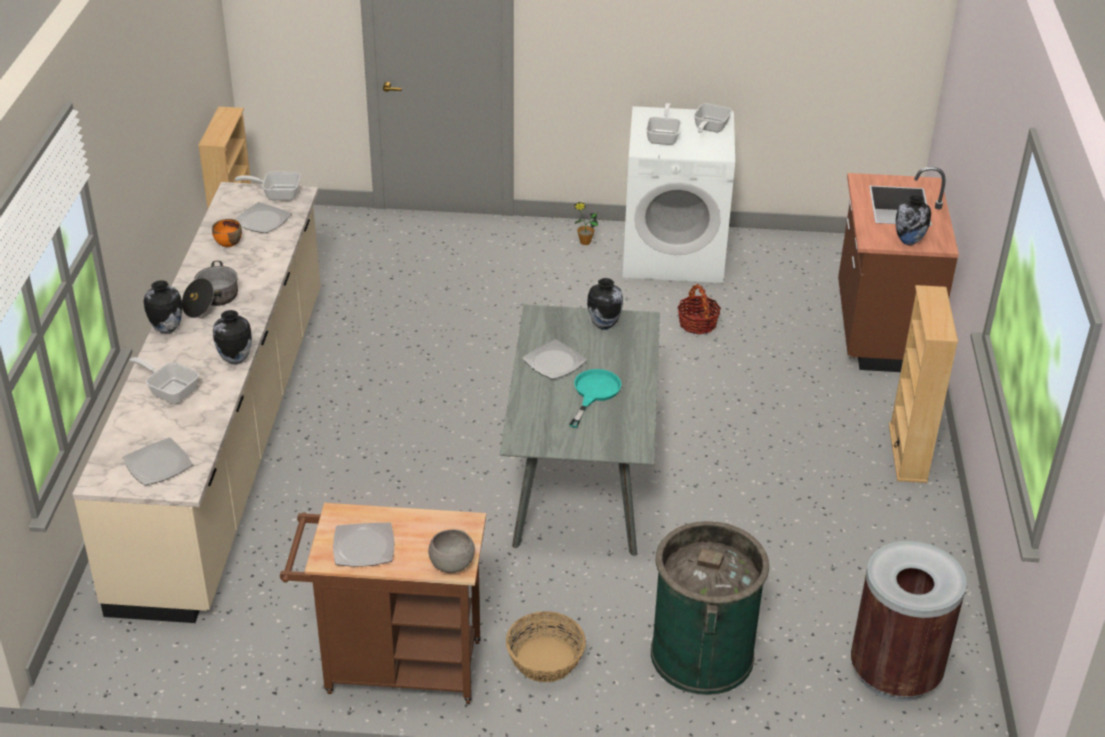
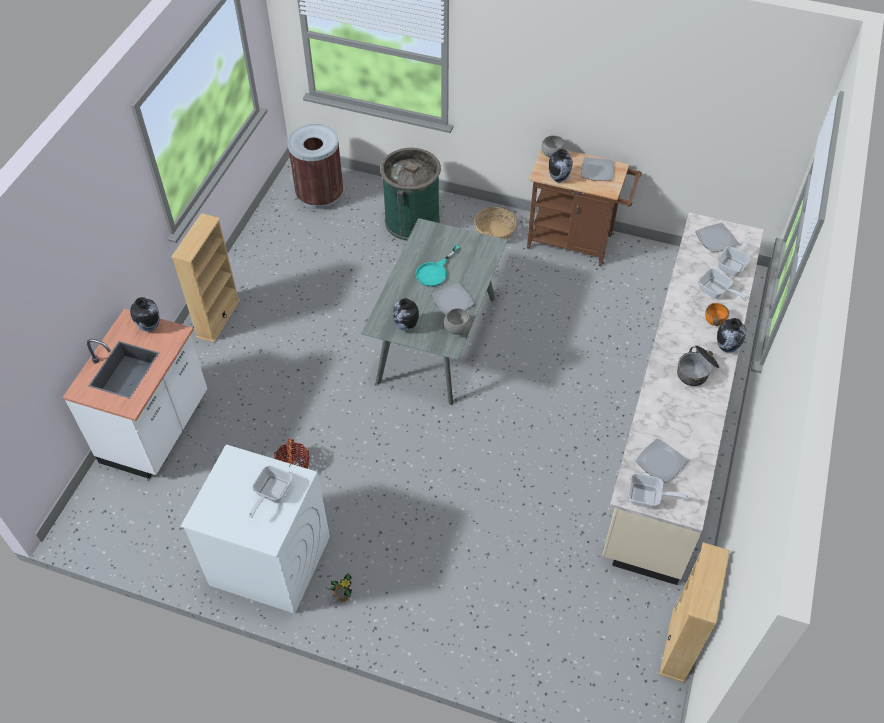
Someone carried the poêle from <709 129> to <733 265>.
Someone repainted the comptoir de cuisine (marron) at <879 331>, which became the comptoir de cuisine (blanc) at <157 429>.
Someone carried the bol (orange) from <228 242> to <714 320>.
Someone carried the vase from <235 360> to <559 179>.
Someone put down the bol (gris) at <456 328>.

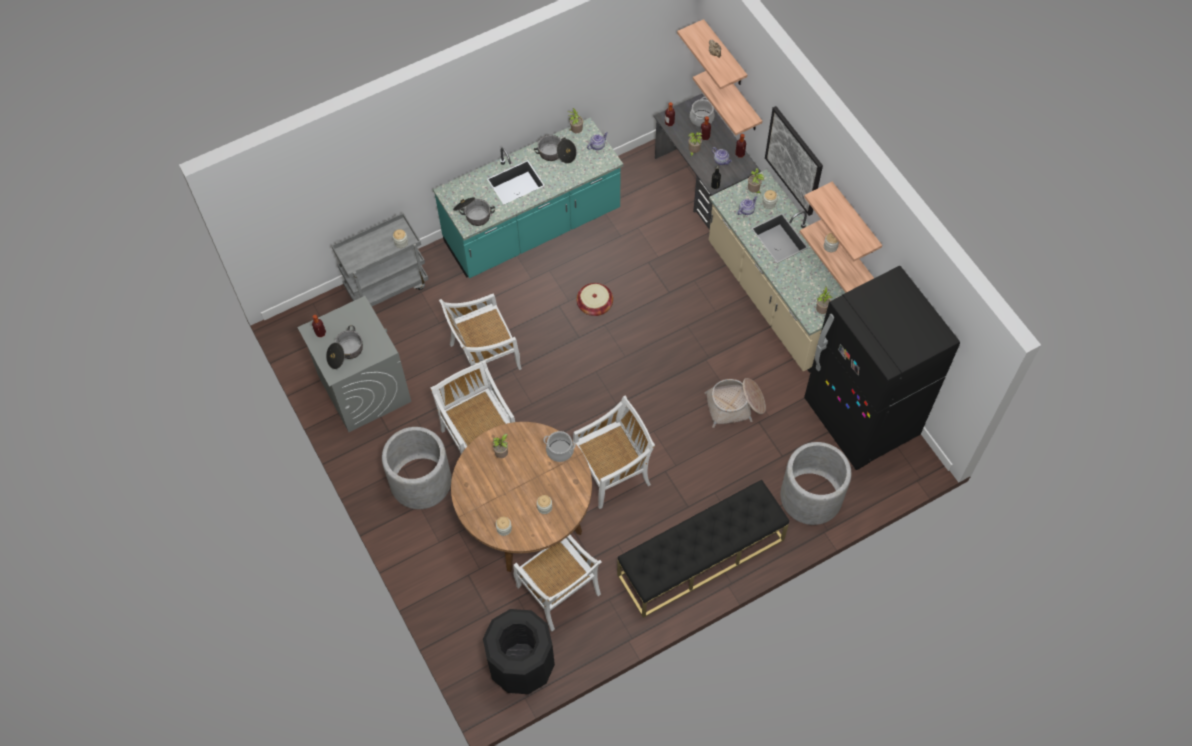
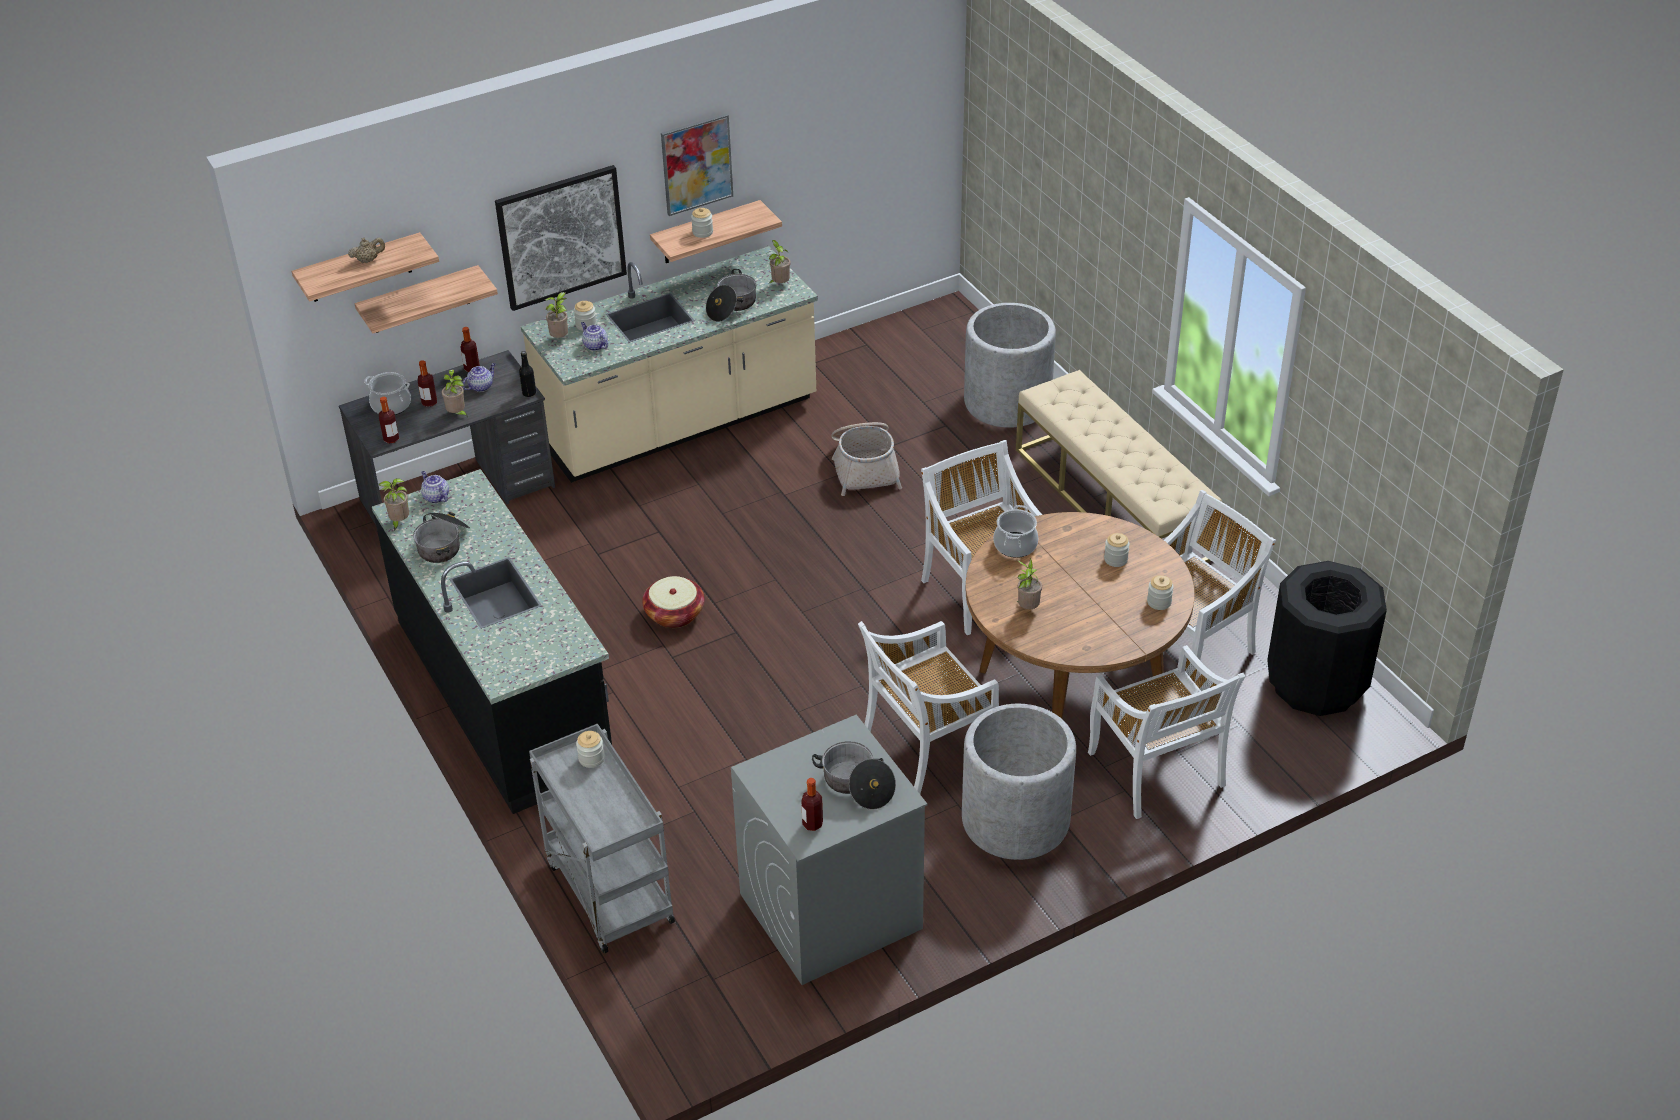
Someone repainted the comptoir de cuisine (turquoise) at <532 227>, which became the comptoir de cuisine (noir) at <505 693>.
Someone swapped the étagère at <855 220> for the tableau at <696 164>.
Someone carried the marmite from <473 214> to <732 306>.
Someone took away the réfrigérateur (noir) at <860 418>.
Someone carried the chaise (blanc) from <484 357> to <1157 771>.
Someone repainted the banc (noir) at <700 557>, which became the banc (beige) at <1112 503>.

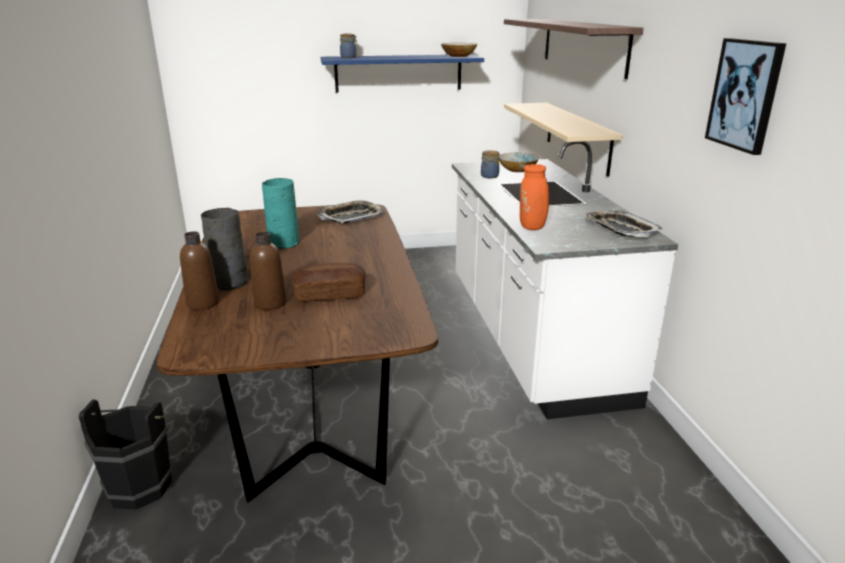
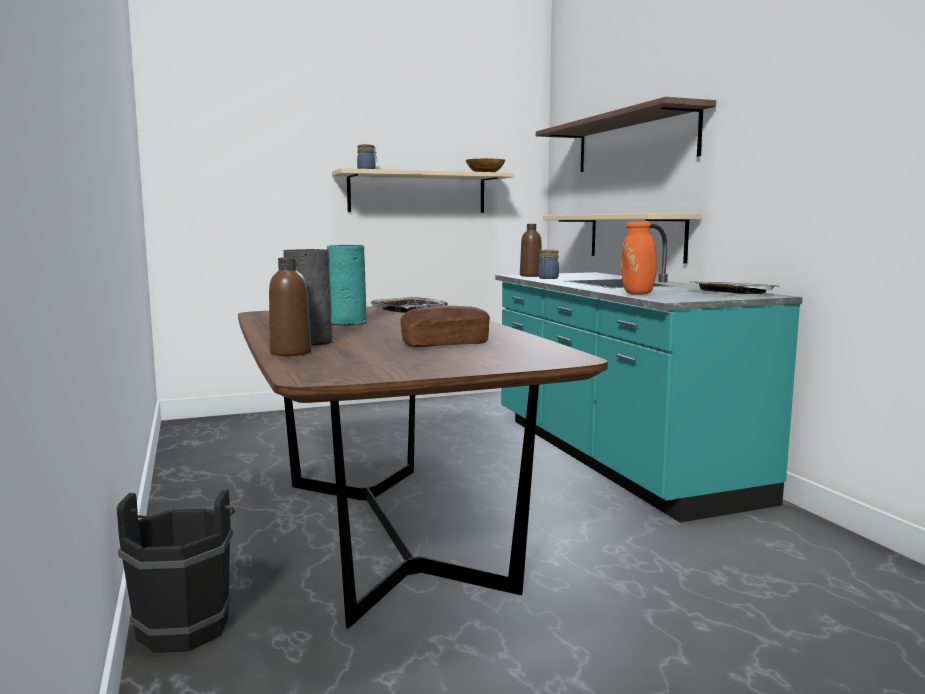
Someone took away the tableau at <745 95>.
Someone repainted the étagère (bleu) at <398 73>, which became the étagère (beige) at <417 193>.
Someone repainted the comptoir de cuisine (blanc) at <531 336>, which became the comptoir de cuisine (turquoise) at <615 457>.
Someone took away the bol at <518 170>.
Someone carried the bouteille (marron) from <270 303> to <530 276>.

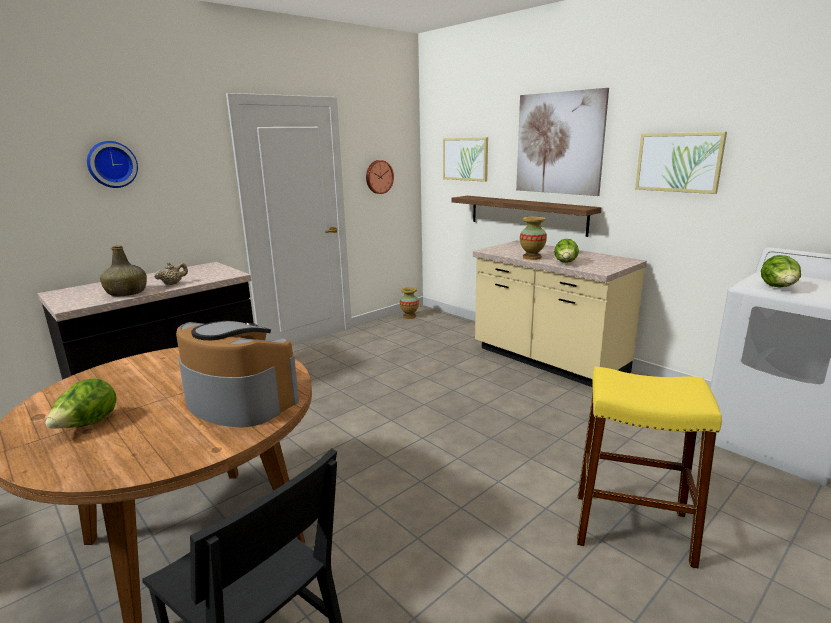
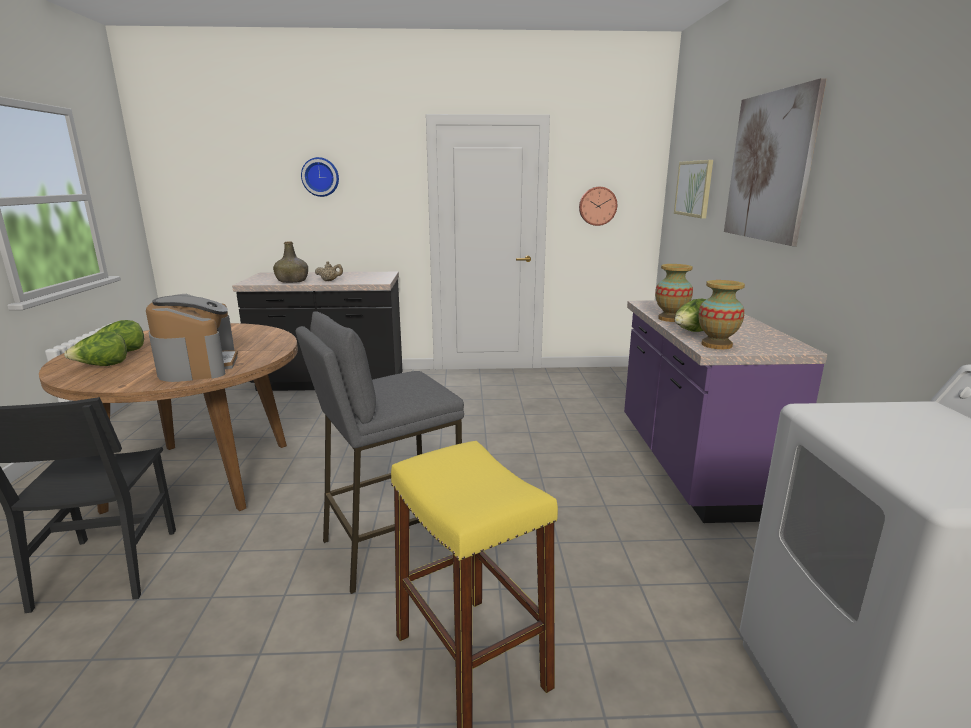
Someone took away the tableau at <678 162>.
Someone took away the étagère at <526 214>.
Someone repainted the comptoir de cuisine (beige) at <547 361>, which became the comptoir de cuisine (violet) at <690 466>.
Someone carried the laitue from <778 288> to <102 366>.
Someone carried the vase from <409 316> to <716 345>.
Someone put down the tabouret (gris) at <390 546>.

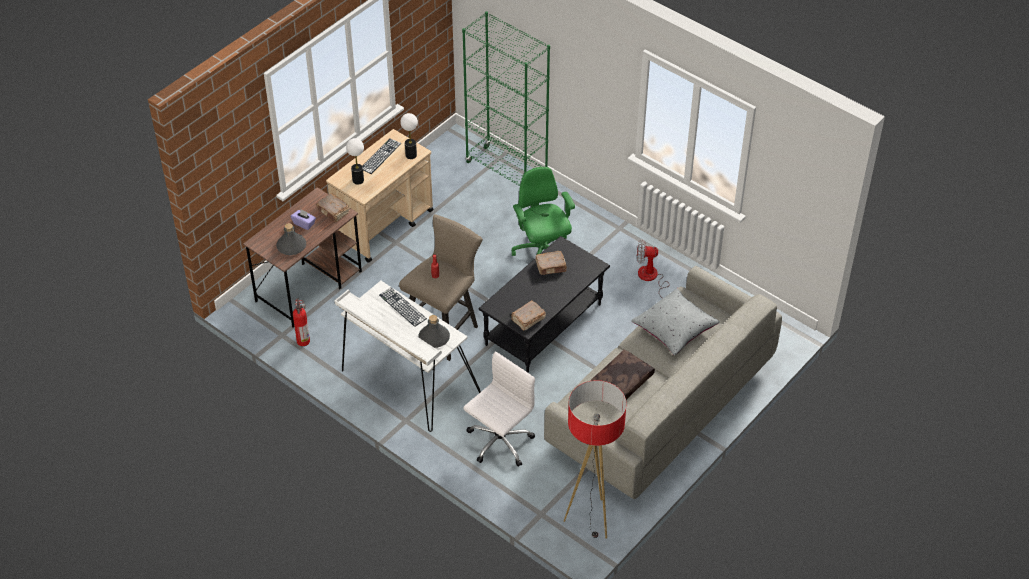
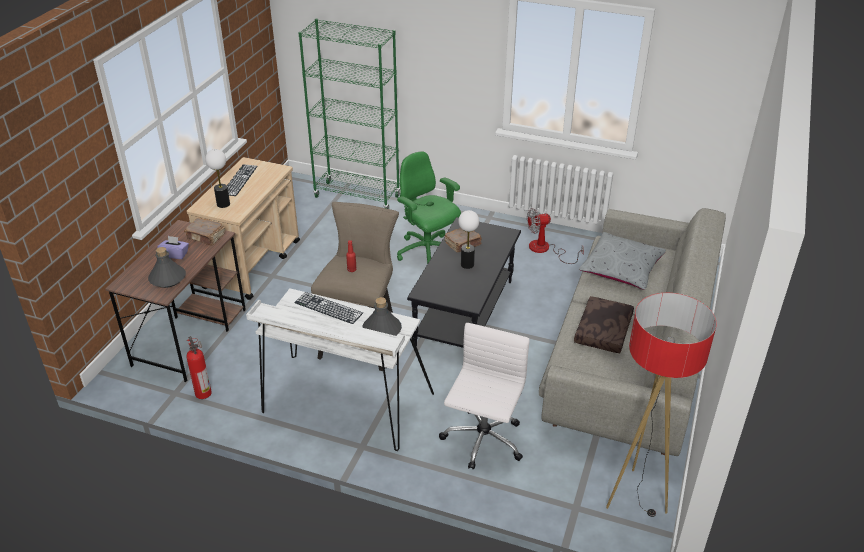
Someone carried the lampe de table from <411 155> to <467 264>.
Someone took away the livre (marron) at <527 319>.

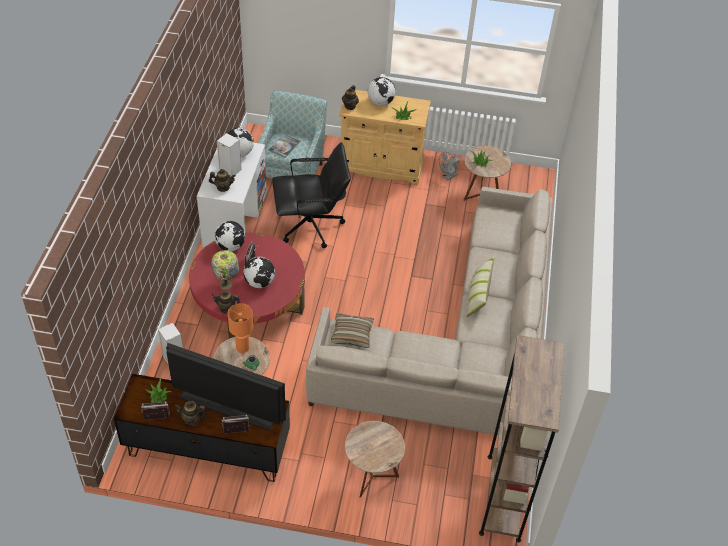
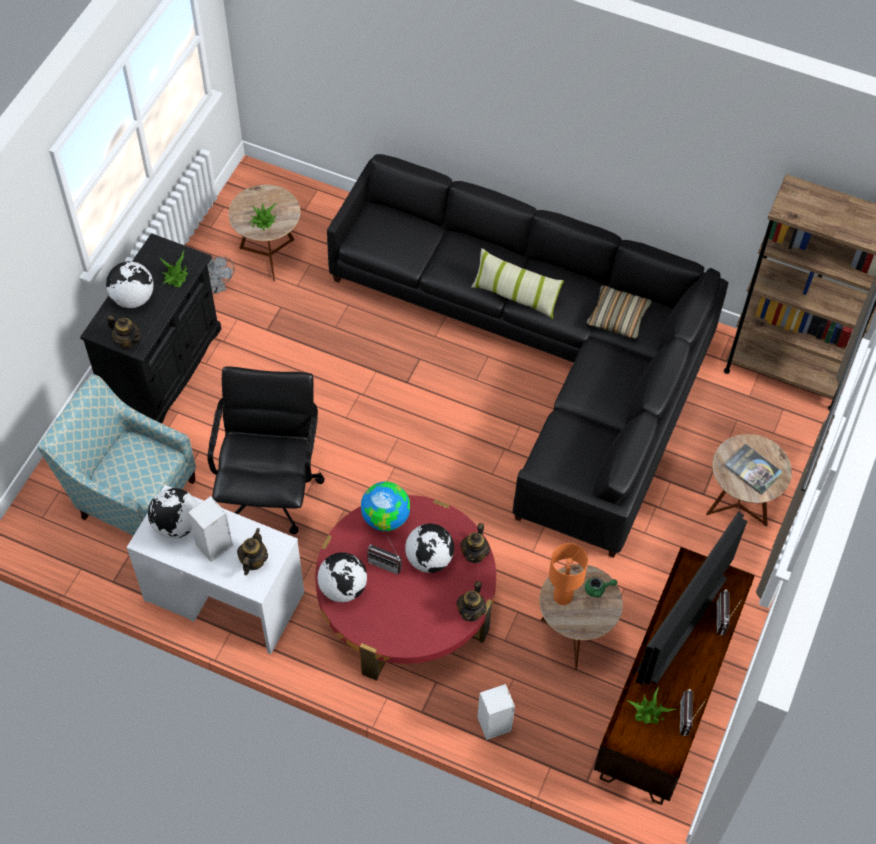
Someone repainted the meuble de rangement (beige) at <381 165>, which became the meuble de rangement (noir) at <163 367>.
Someone carried the livre from <284 146> to <753 469>.
Someone repainted the canapé (beige) at <461 344>, which became the canapé (noir) at <543 355>.
Someone took away the lampe de table at <226 284>.
Someone carried the coussin from <352 334> to <618 317>.
Someone carried the théière from <192 419> to <475 554>.
Someone put down the globe at <385 517>.

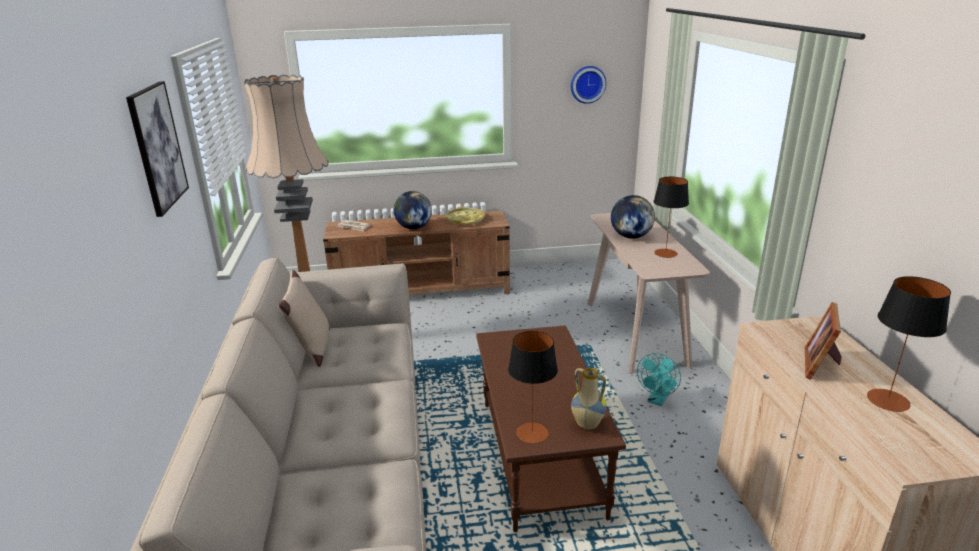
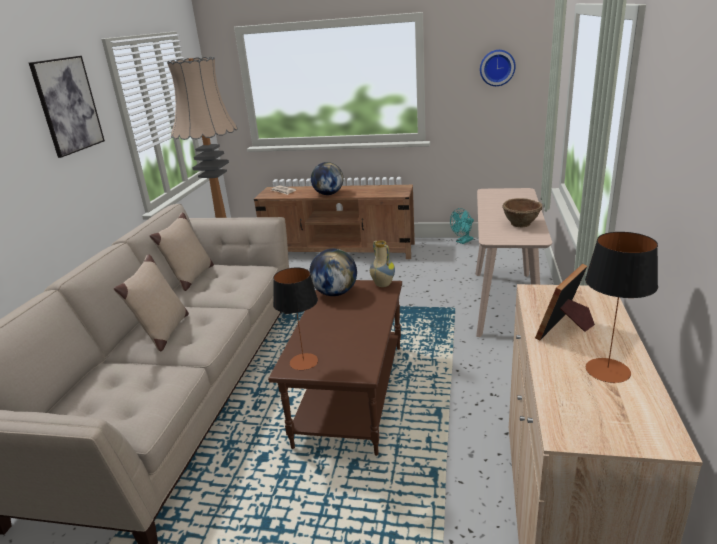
Someone swapped the lampe de table at <665 253> for the bol (marron) at <521 224>.
Someone carried the globe from <630 236> to <335 293>.
Someone took away the plateau (jaune) at <465 219>.
Someone carried the ventilateur (turquoise) from <657 400> to <463 241>.
Someone carried the vase from <586 425> to <382 285>.
Someone put down the coussin (beige) at <163 333>.

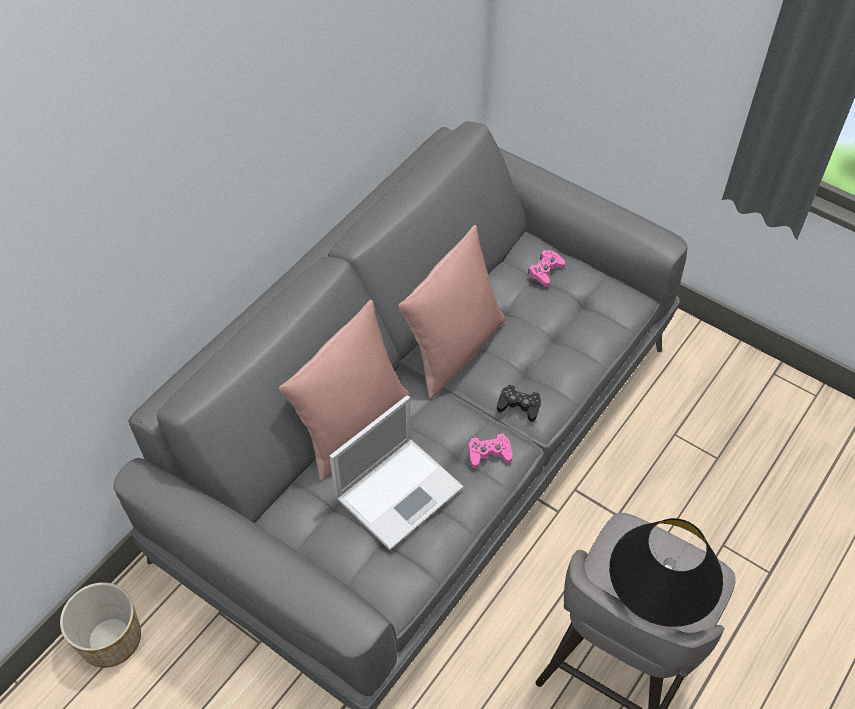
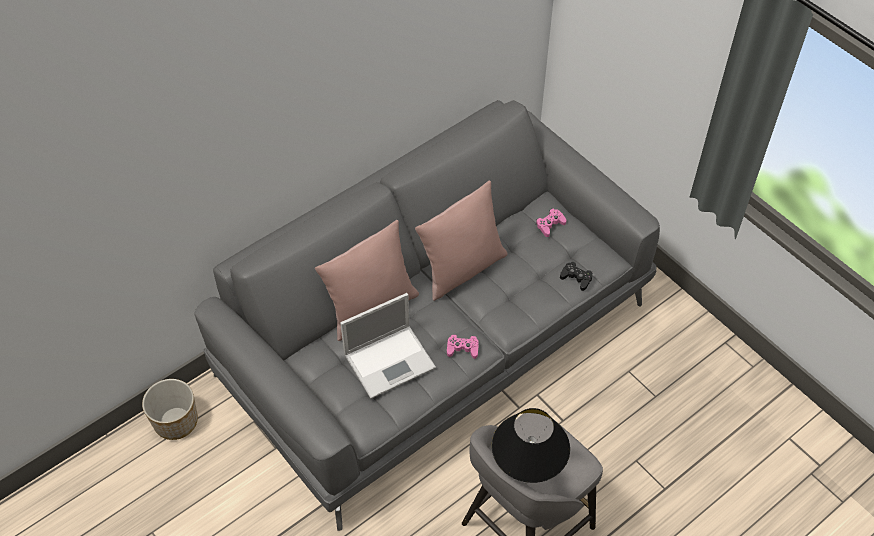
Someone carried the manette (noir) from <519 406> to <576 278>.

